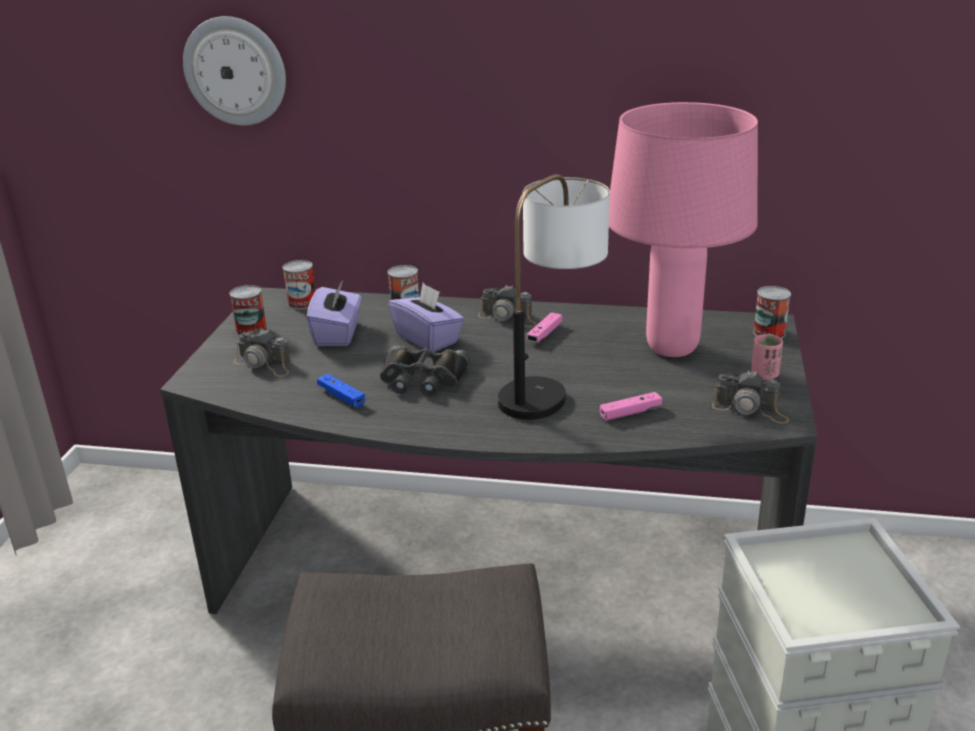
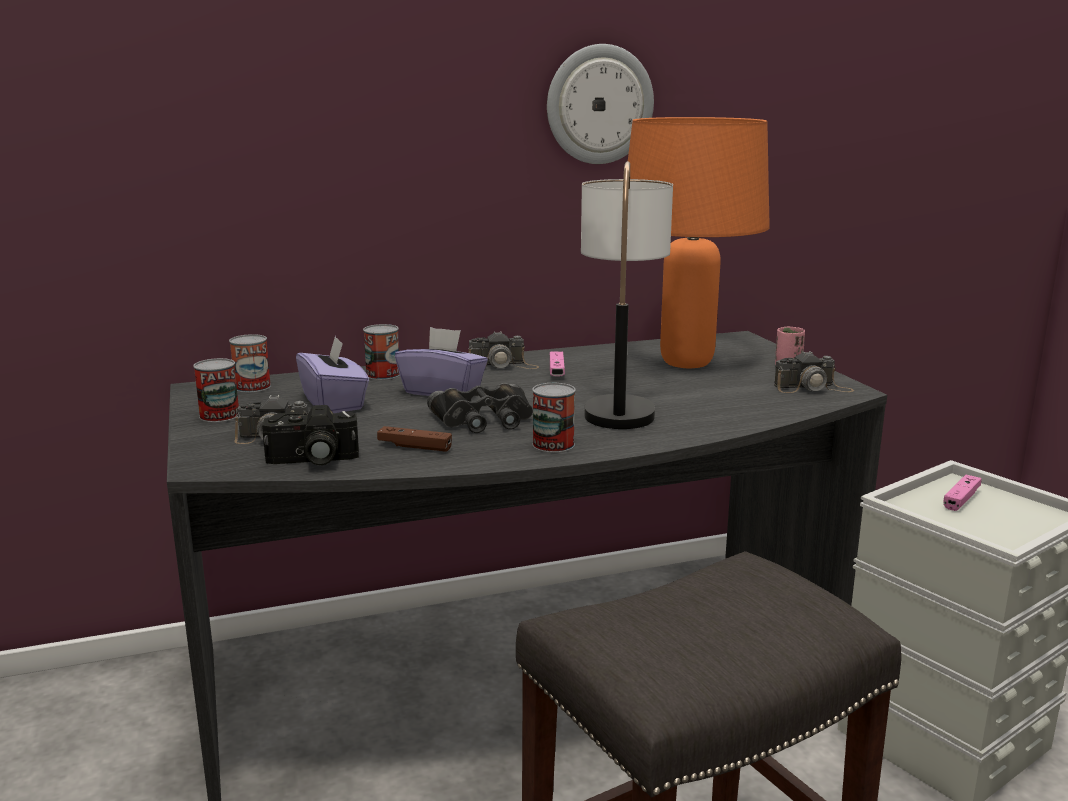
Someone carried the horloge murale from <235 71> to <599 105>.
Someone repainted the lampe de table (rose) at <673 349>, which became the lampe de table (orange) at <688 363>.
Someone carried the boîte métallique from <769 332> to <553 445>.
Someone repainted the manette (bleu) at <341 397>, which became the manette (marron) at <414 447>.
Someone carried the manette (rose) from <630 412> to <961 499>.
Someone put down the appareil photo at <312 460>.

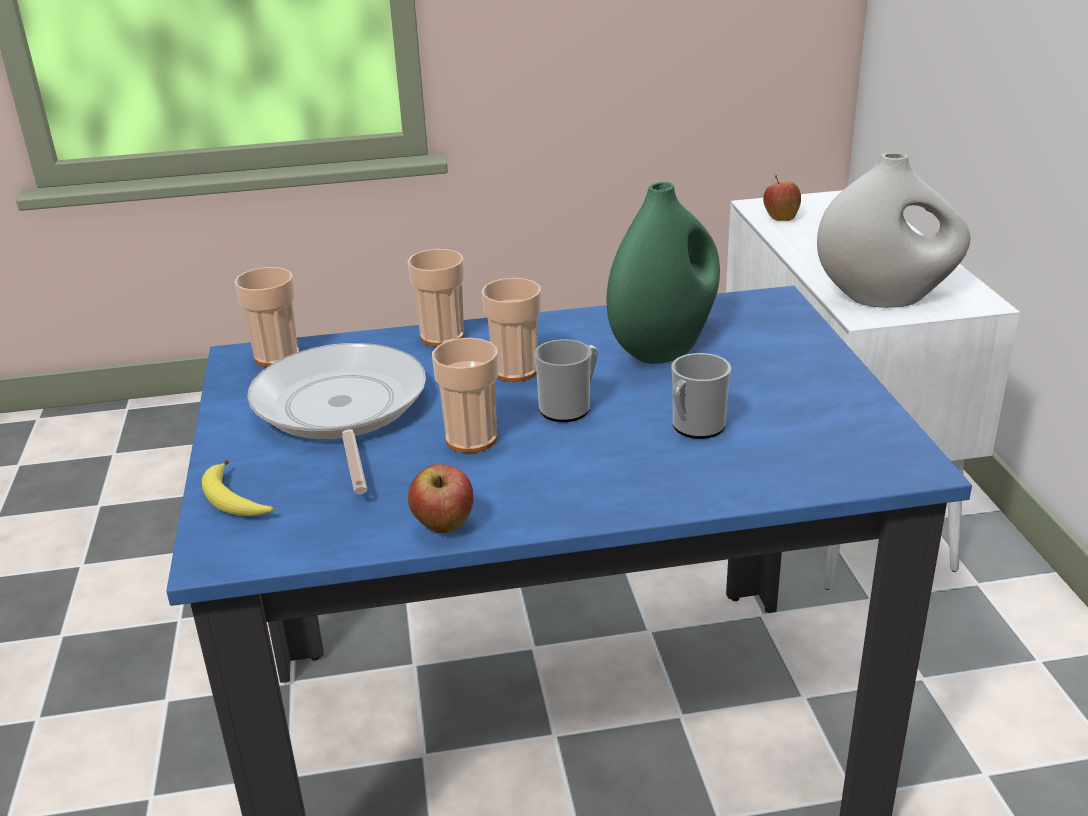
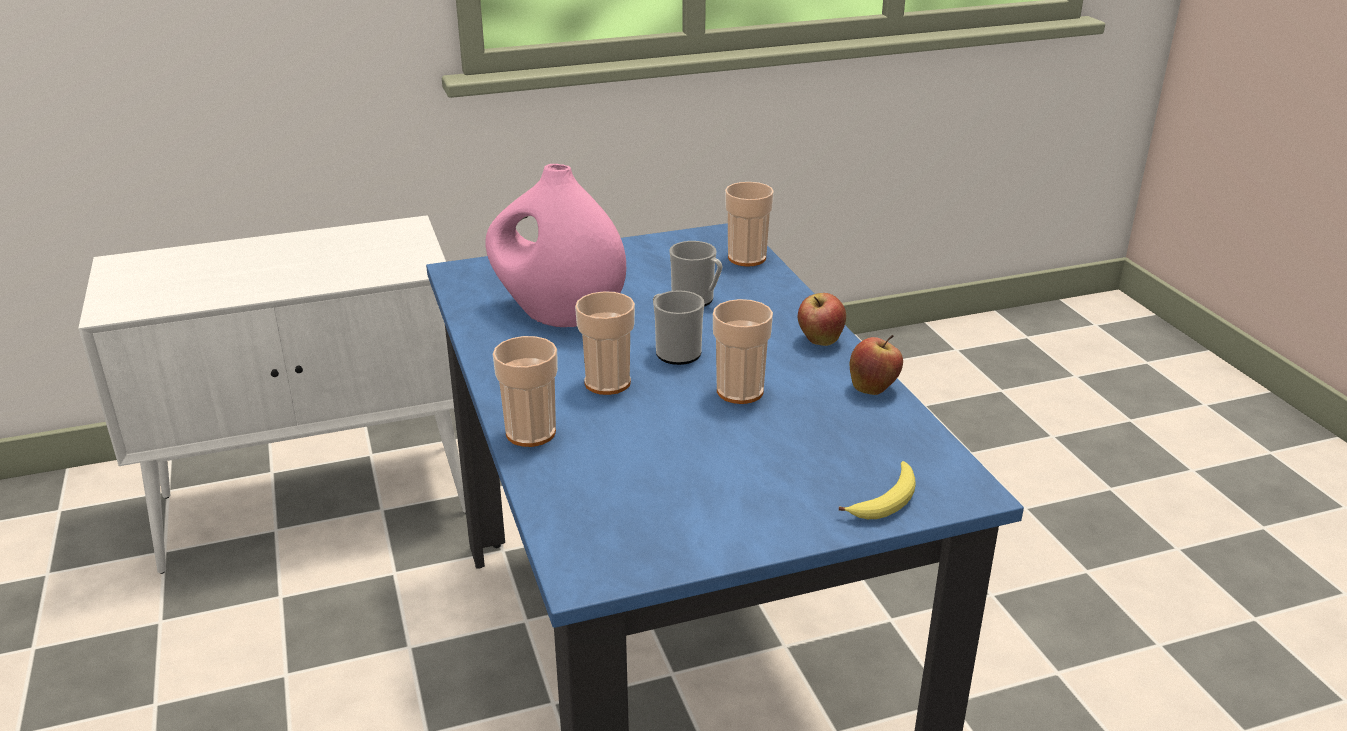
Someone took away the vase (blanc) at <885 298>.
Someone carried the pomme from <780 218> to <820 341>.
Someone repainted the vase (vert) at <663 348>, which became the vase (rose) at <557 316>.
Someone carried the tasse from <277 356> to <747 258>.
Someone took away the poêle at <340 410>.

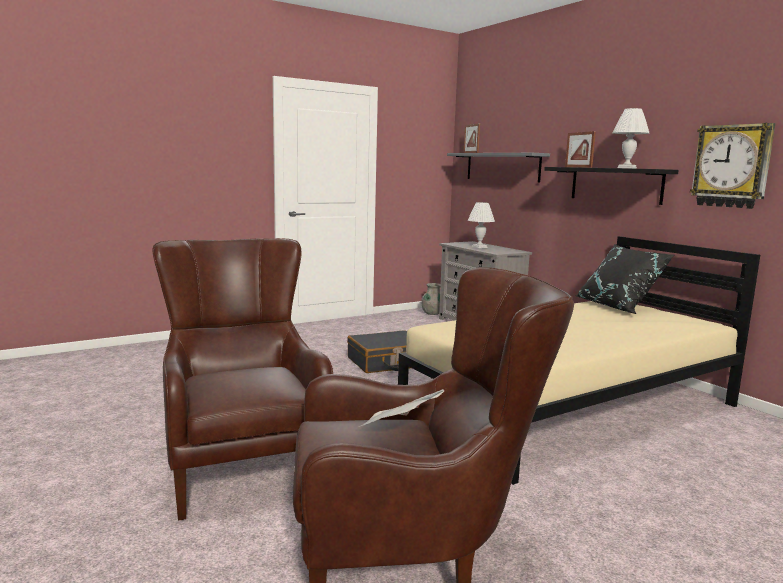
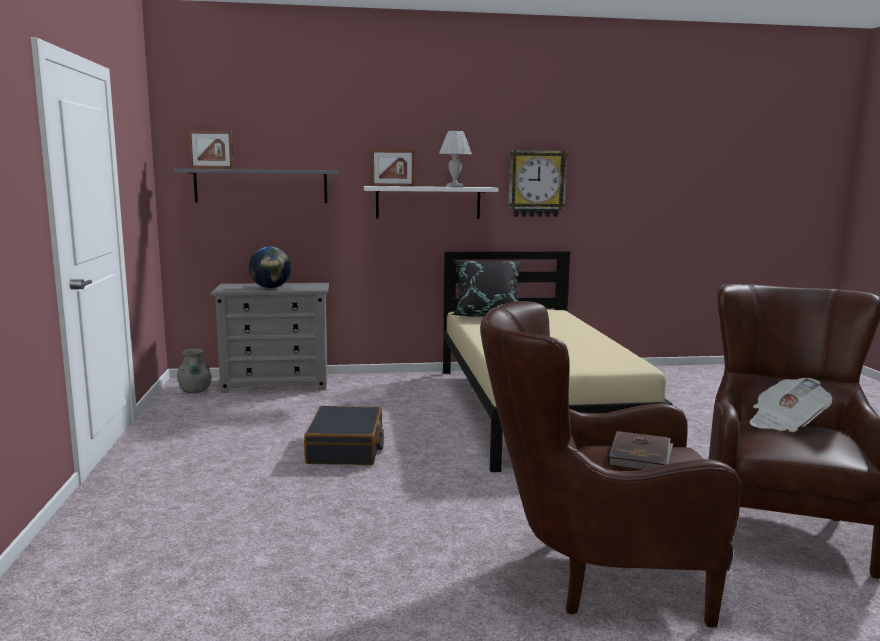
Someone repainted the étagère (noir) at <615 185>, which became the étagère (blanc) at <428 202>.
Someone swapped the lampe de table (blanc) at <479 247> for the globe at <270 288>.
Someone put down the livre (marron) at <640 455>.

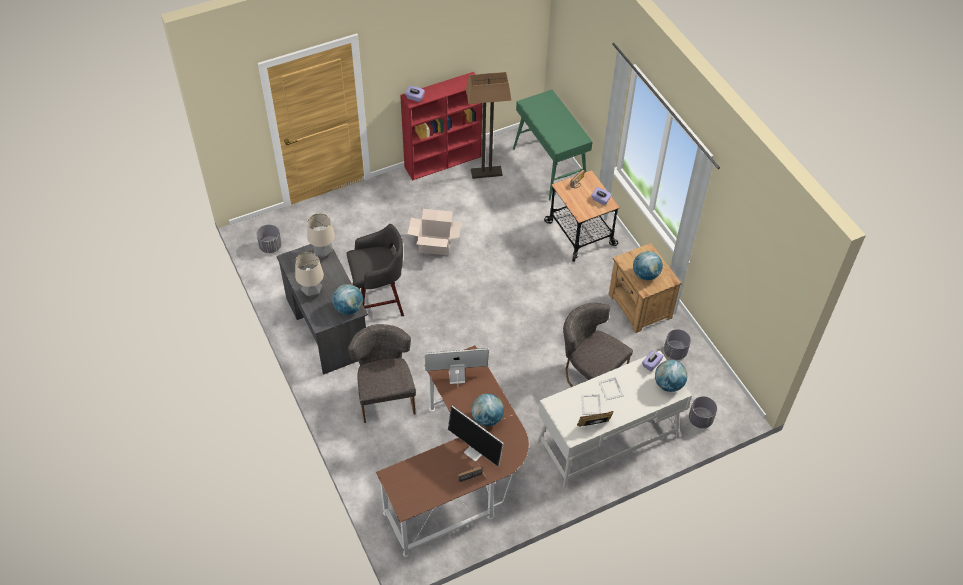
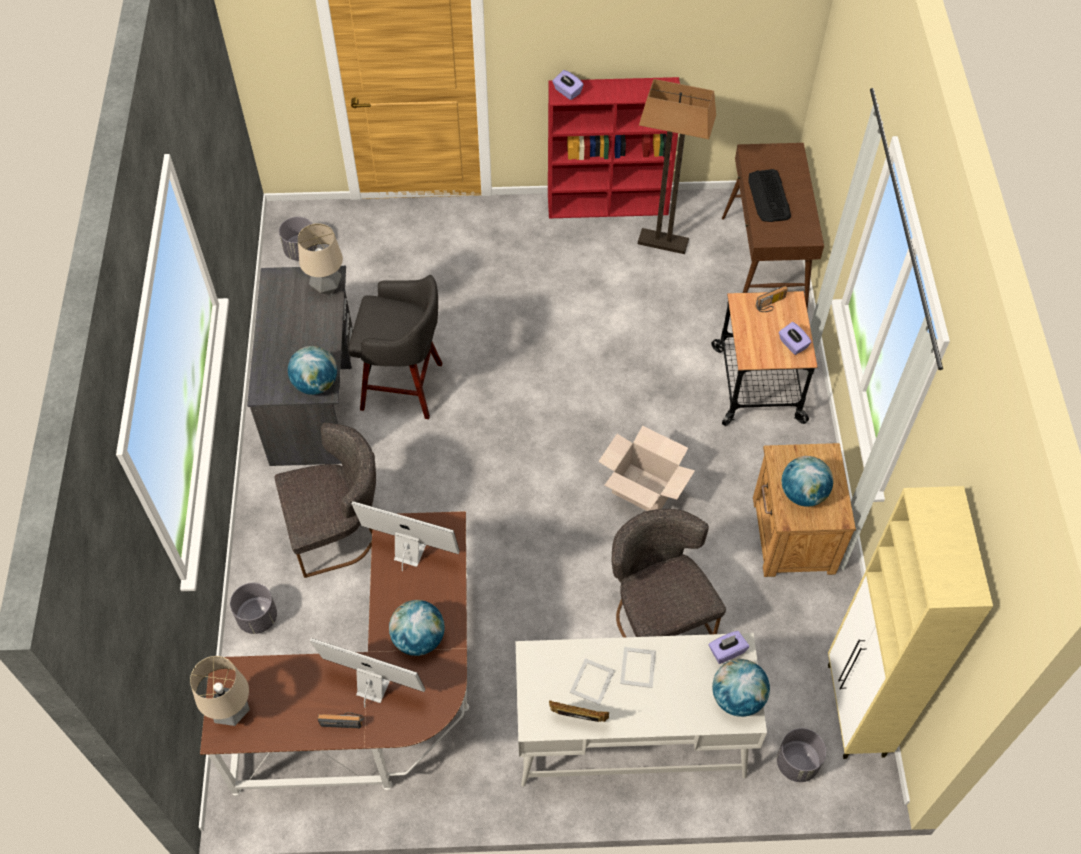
Someone repainted the table console (vert) at <550 168>, which became the table console (marron) at <763 265>.
Someone carried the carton from <435 245> to <644 489>.
Someone carried the lampe de table from <312 292> to <232 712>.
Someone rotated the chaise (gris) at <385 395> by 60 degrees clockwise.
Someone carried the cache-pot (gris) from <675 352> to <257 618>.
Someone rotated the écran d'ordinateur at <475 451> by 135 degrees clockwise.
Someone put down the clavier at <769 196>.
Someone put down the meuble de rangement (beige) at <855 711>.

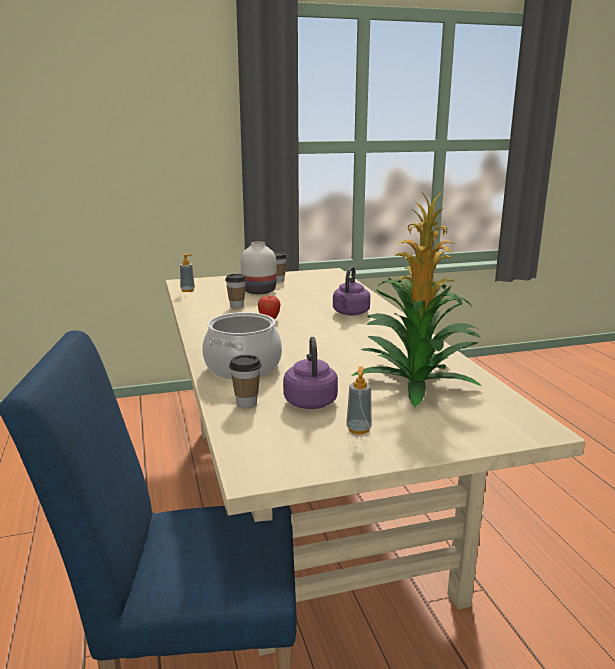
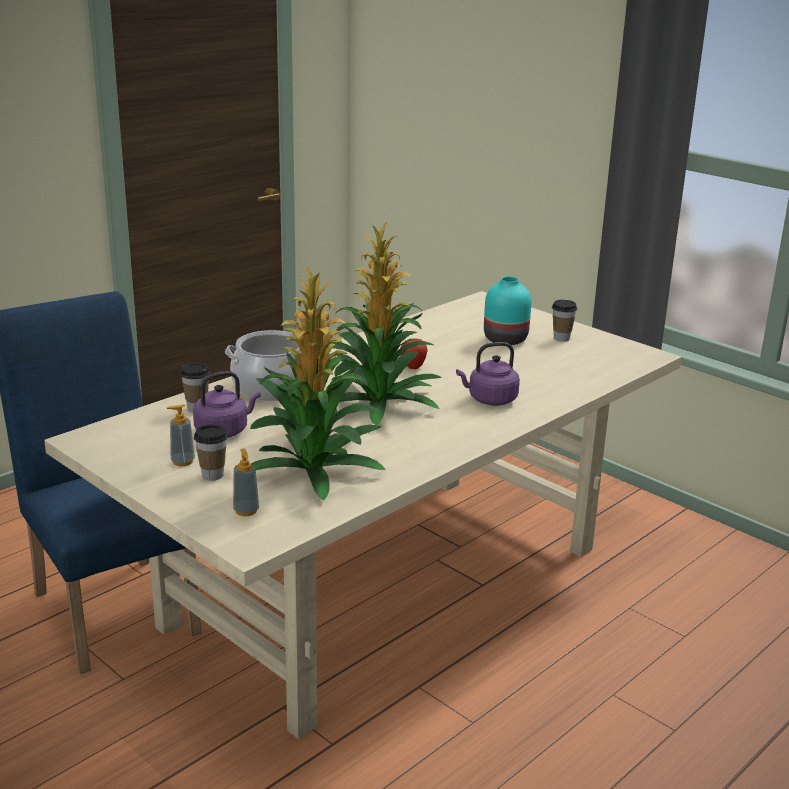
Someone repainted the vase (blanc) at <260 291>, which became the vase (turquoise) at <506 339>.
Someone carried the distributeur de savon from <187 290> to <246 511>.
Someone carried the tasse from <237 306> to <212 475>.
Someone put down the plante en pot at <378 404>.

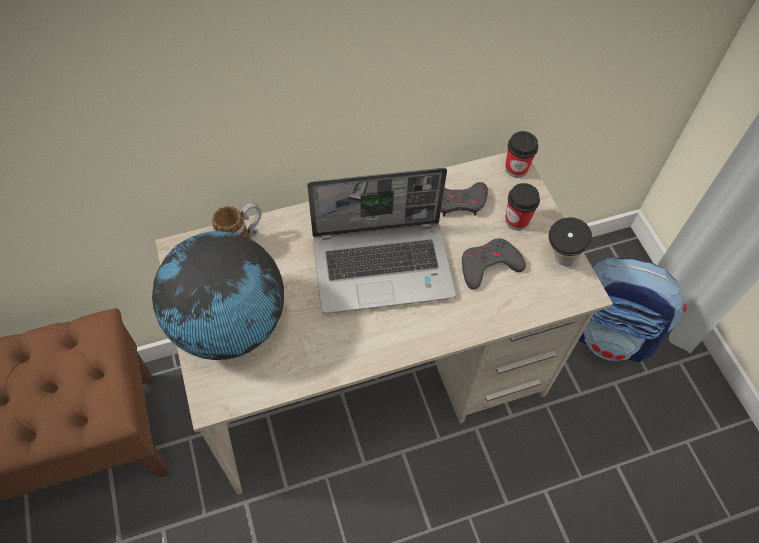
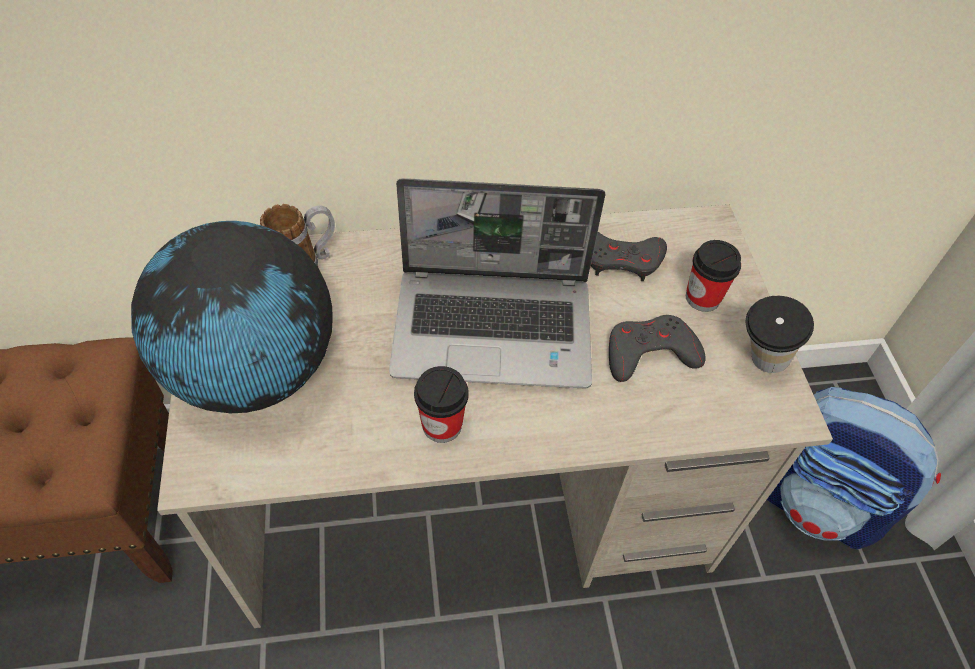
Someone carried the tasse from <516 169> to <442 425>.

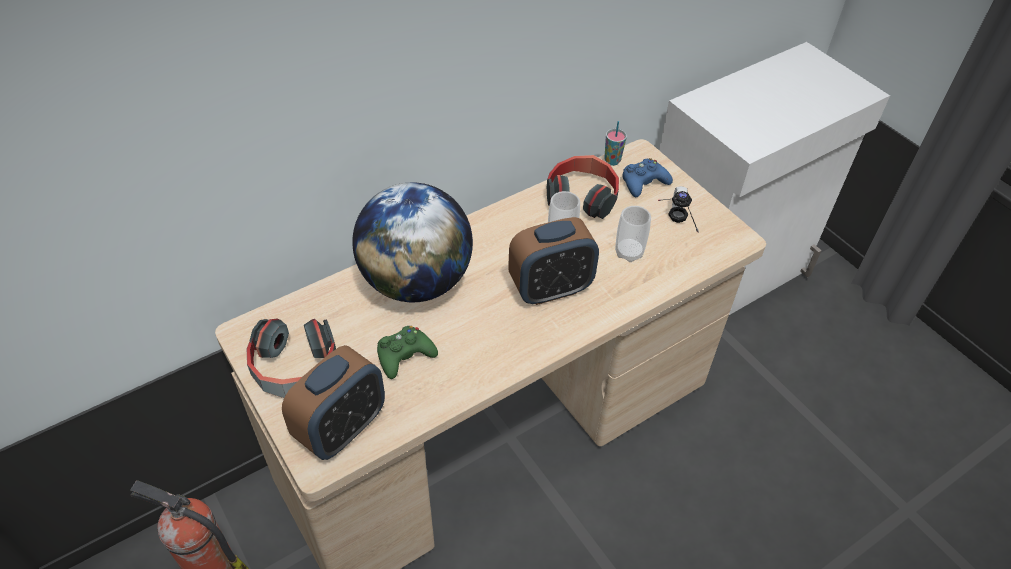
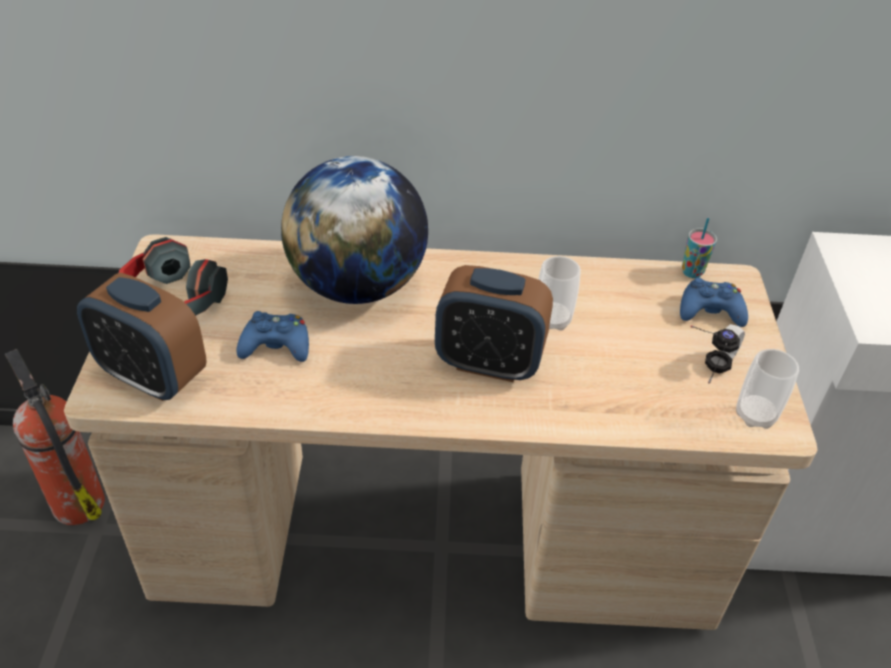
Someone took away the casque audio at <582 196>.
Someone carried the tasse from <629 252> to <755 415>.
Someone repainted the manette (vert) at <404 355>, which became the manette (bleu) at <276 345>.
Someone rotated the réveil at <342 428> by 45 degrees clockwise.

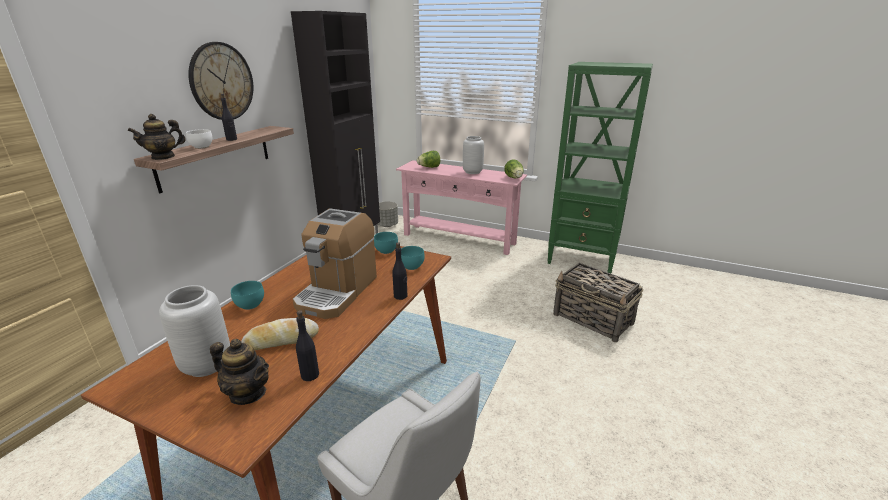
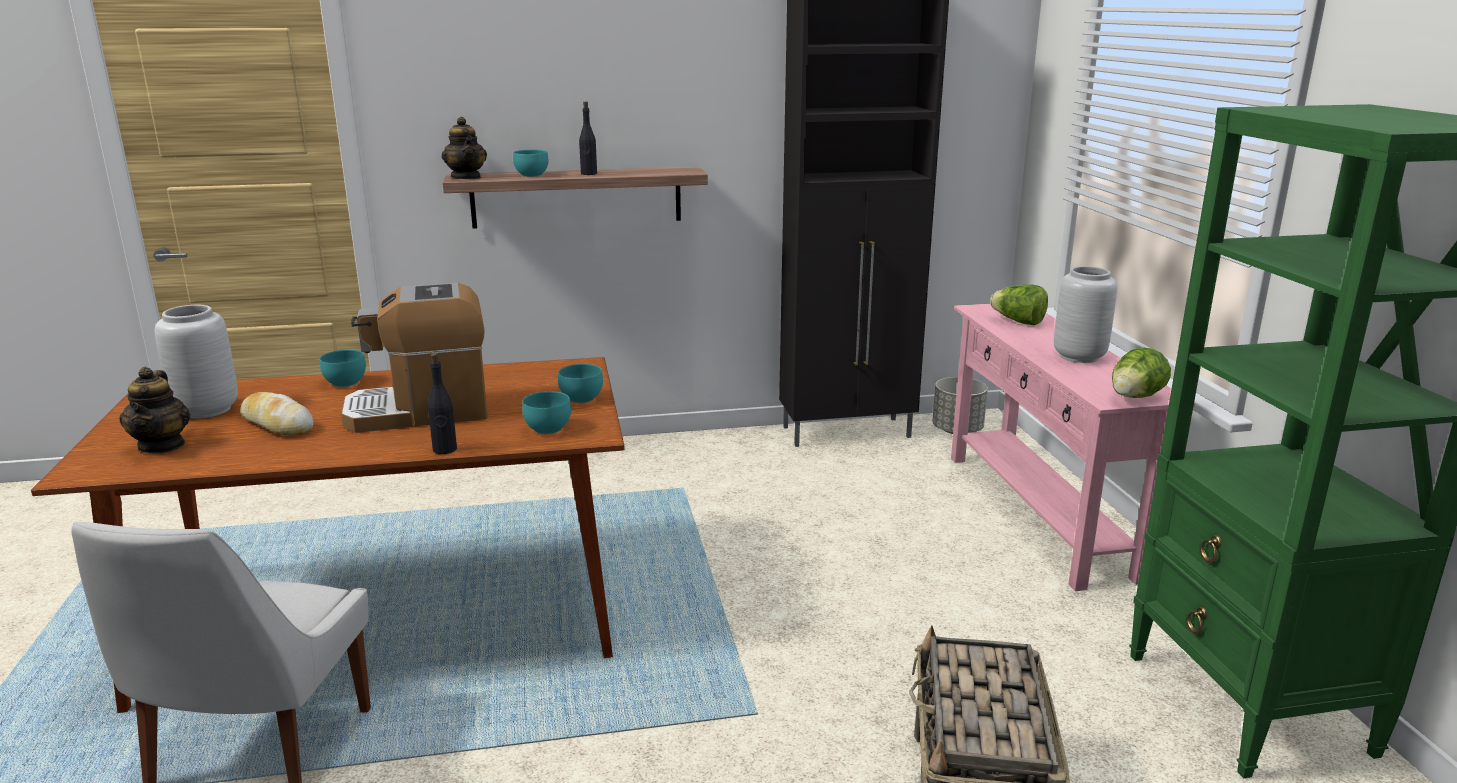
Someone took away the horloge murale at <221 82>.
Someone rotated the théière at <163 157> by 135 degrees counterclockwise.
Someone repainted the bol (blanc) at <201 147>, which became the bol (turquoise) at <531 175>.
Someone took away the bouteille (noir) at <310 375>.

